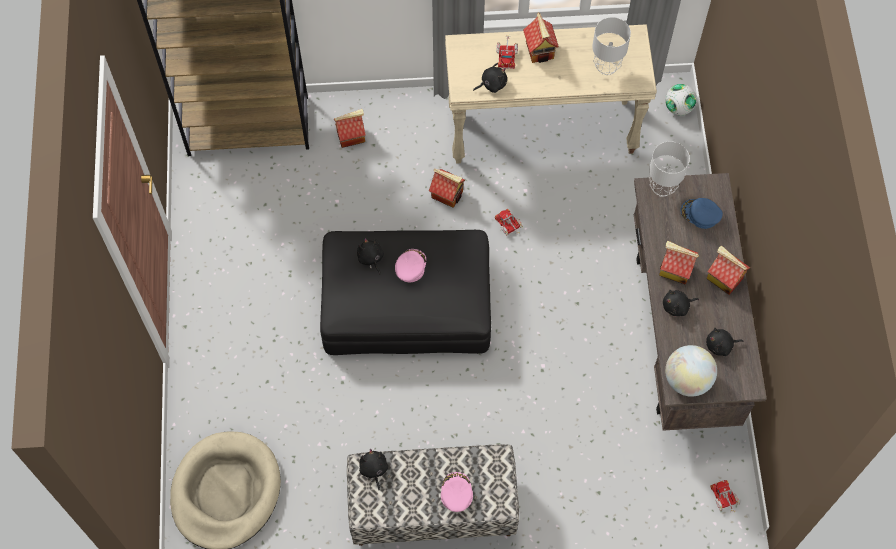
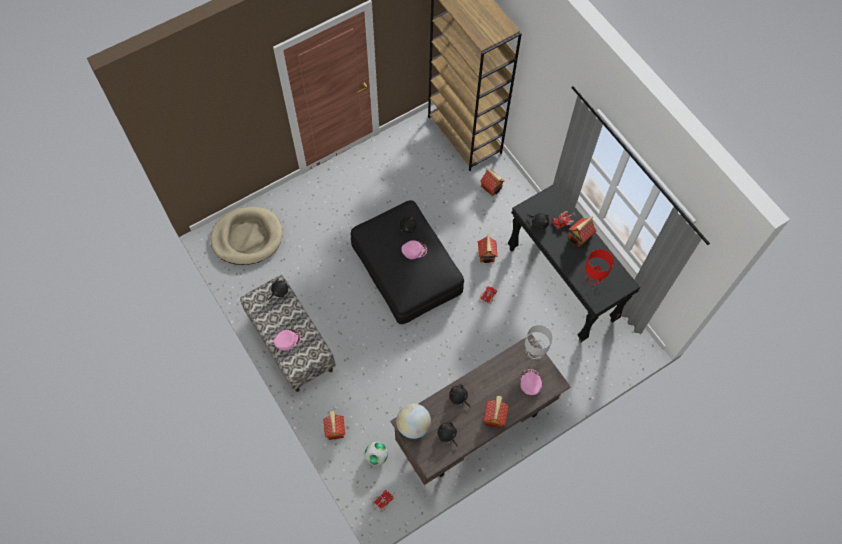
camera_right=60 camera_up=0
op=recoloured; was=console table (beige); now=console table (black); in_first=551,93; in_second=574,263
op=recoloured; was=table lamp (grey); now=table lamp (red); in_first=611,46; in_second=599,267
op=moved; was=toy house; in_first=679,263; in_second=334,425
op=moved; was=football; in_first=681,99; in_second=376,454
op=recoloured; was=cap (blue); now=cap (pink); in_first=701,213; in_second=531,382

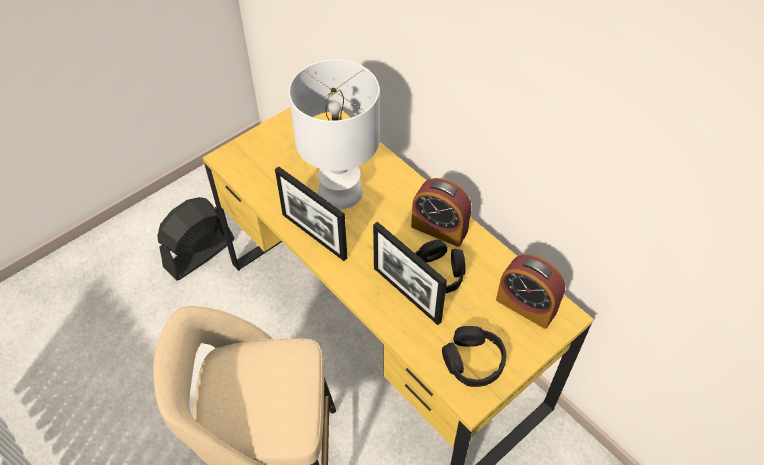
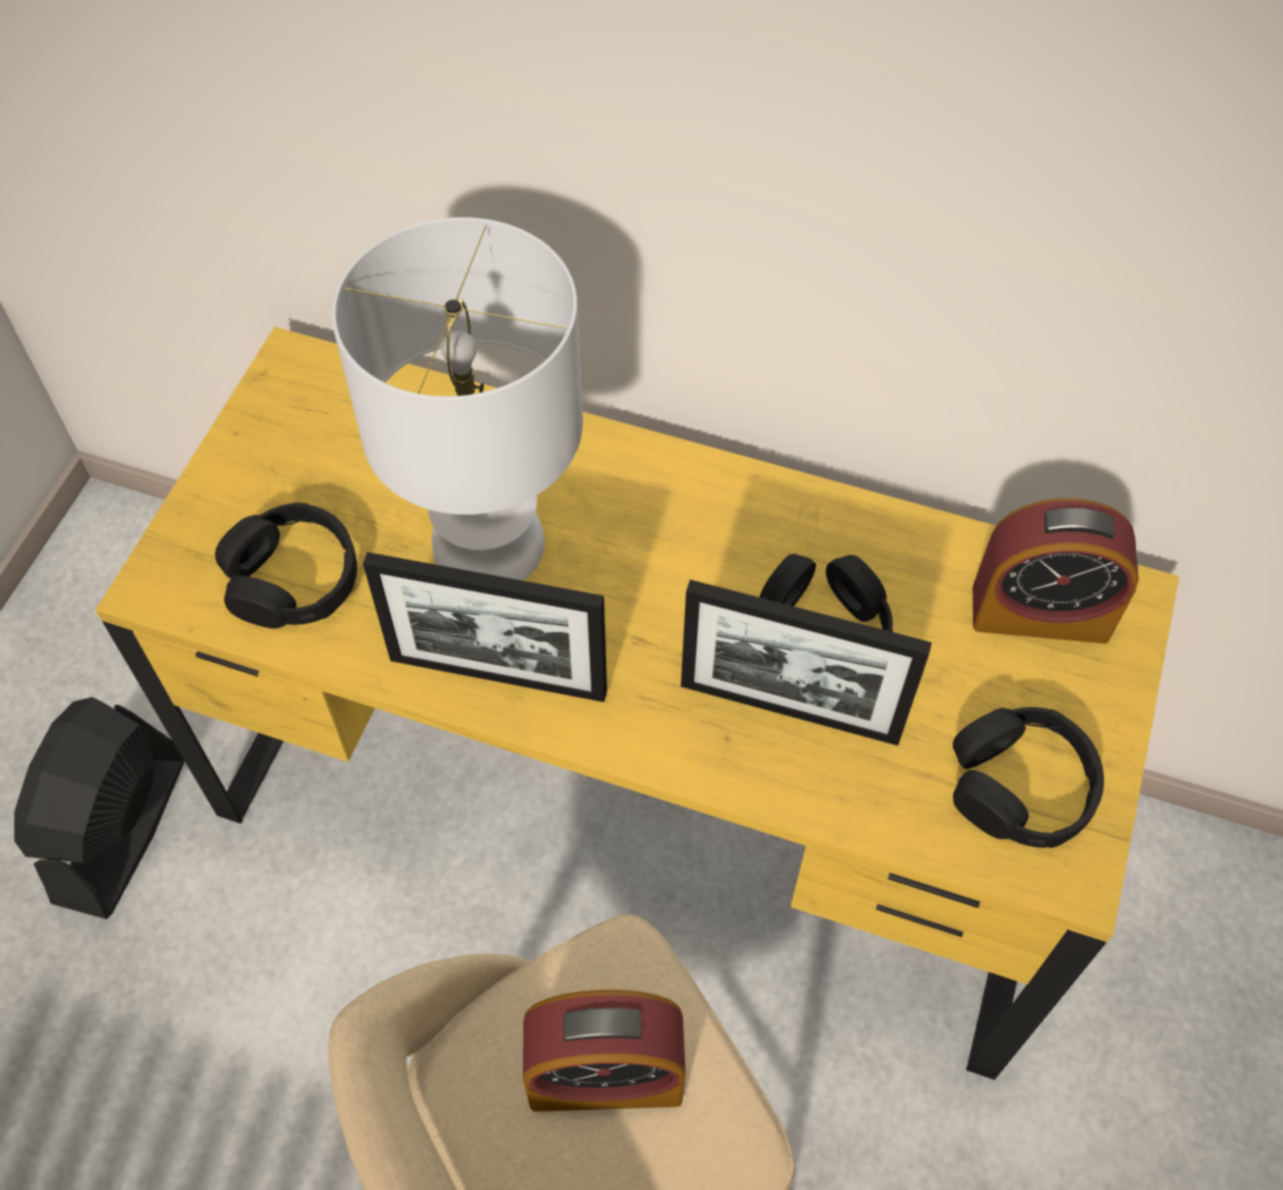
camera_right=-30 camera_up=5
op=moved; was=alarm clock; in_first=441,212; in_second=604,1051
op=added; now=headphones (black); in_second=286,565

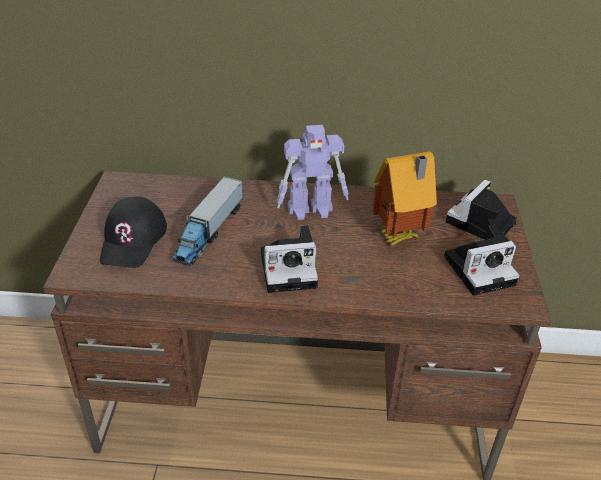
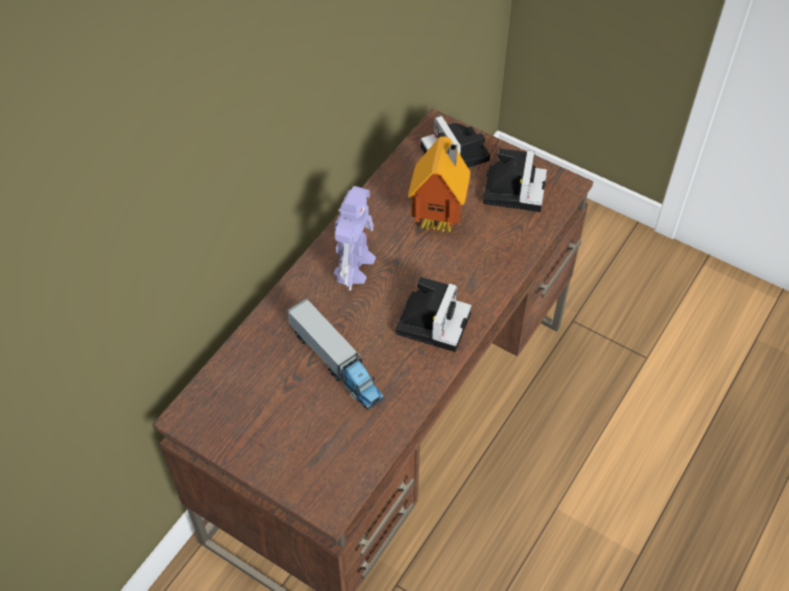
camera_right=-60 camera_up=15
op=removed; was=cap (black); in_first=133,232

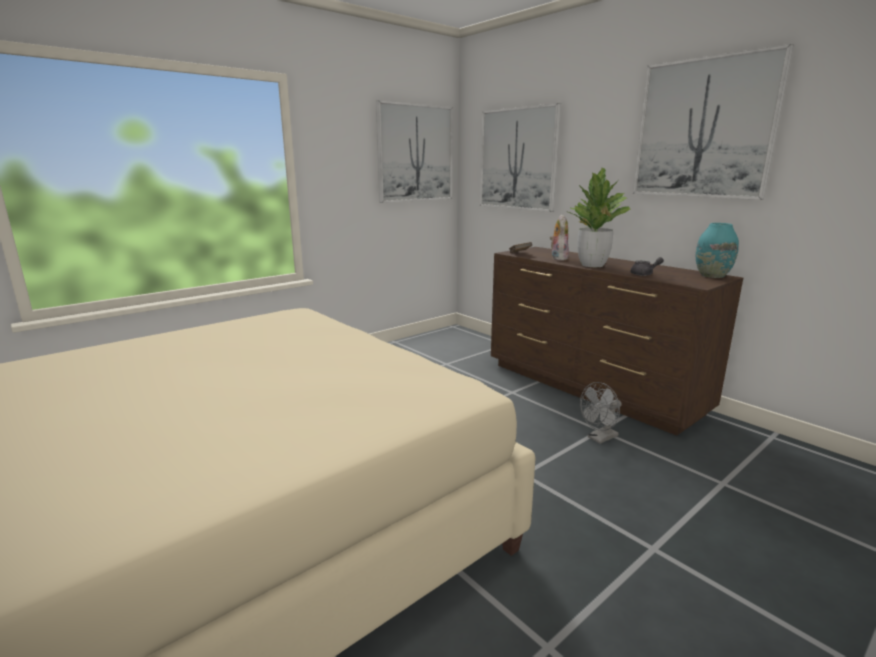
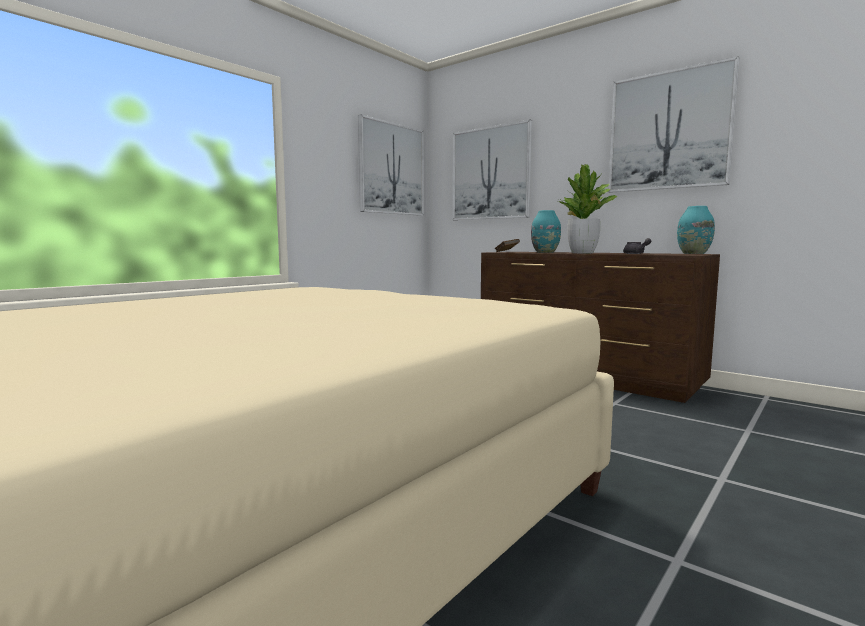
camera_right=-10 camera_up=-10
op=replaced; was=plush toy; now=vase (turquoise); in_first=559,238; in_second=546,231
op=removed; was=fan (grey); in_first=601,413

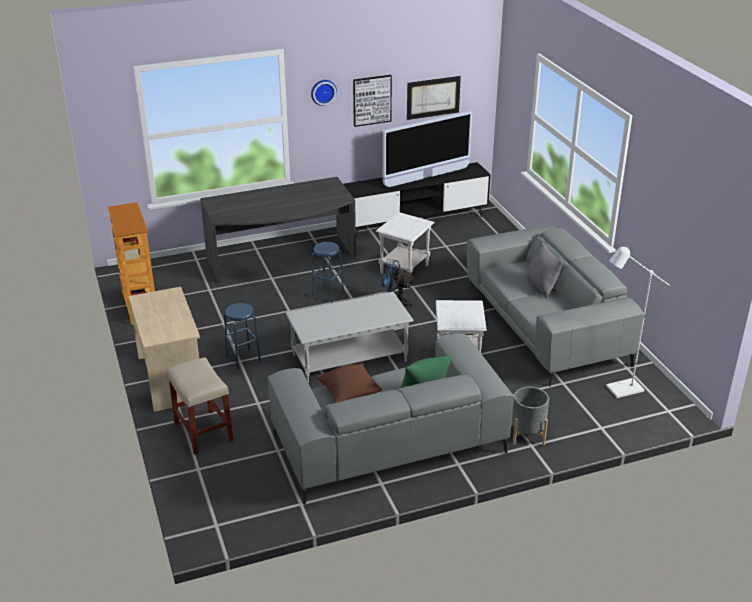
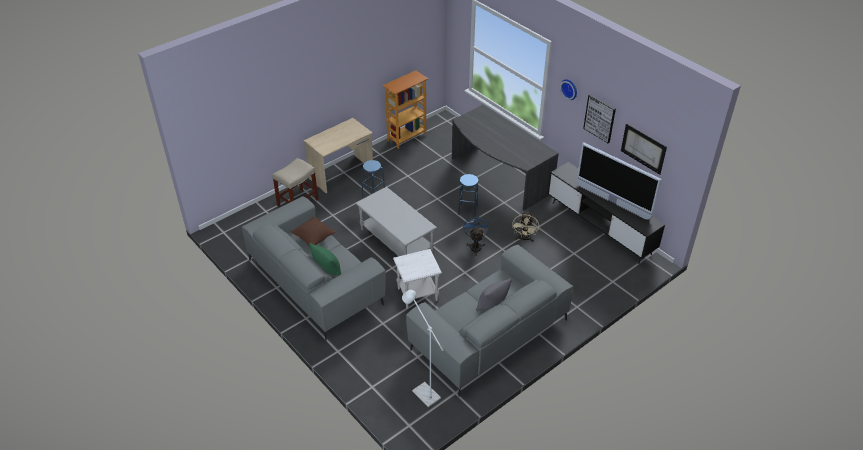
camera_right=70 camera_up=10
op=replaced; was=side table (white); now=fan (beige); in_first=405,243; in_second=525,226
op=removed; was=planter (grey); in_first=530,416

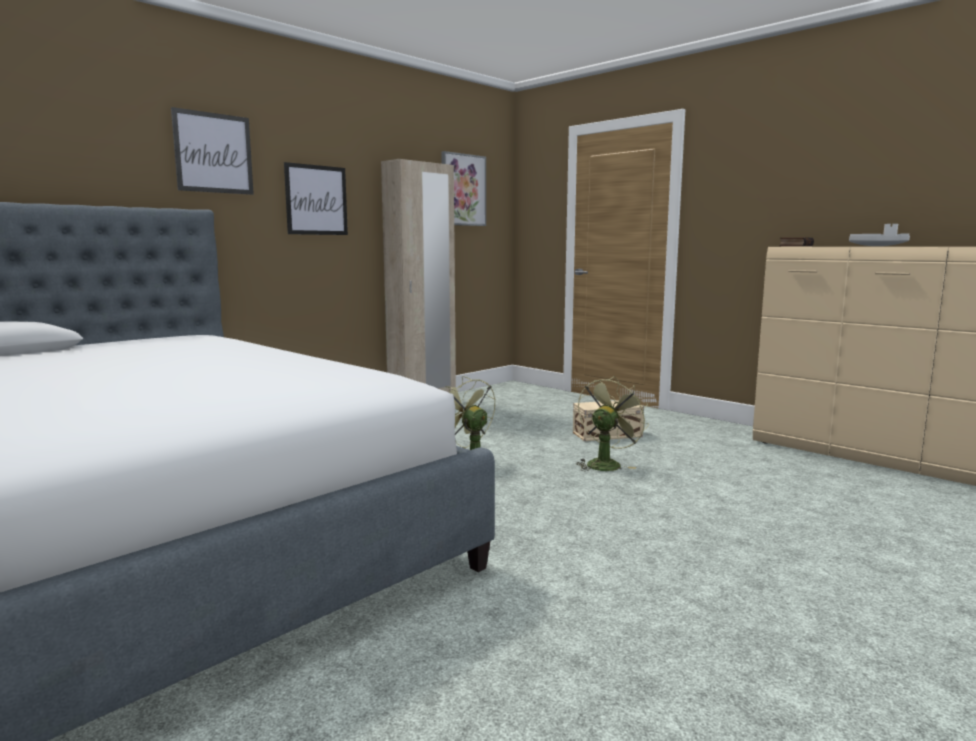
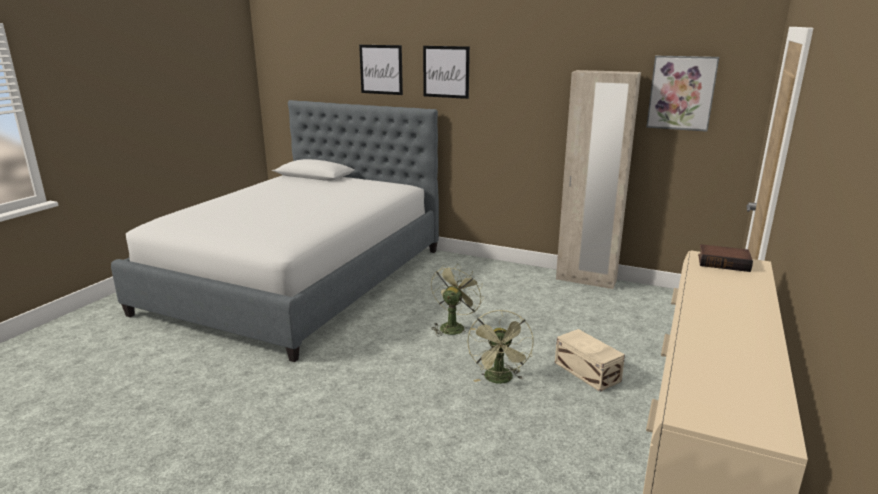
camera_right=70 camera_up=10
op=moved; was=picture; in_first=316,198; in_second=381,70
op=turned; was=fan (green); in_first=612,423; in_second=500,347; clockwise=75
op=removed; was=tray (grey); in_first=879,235

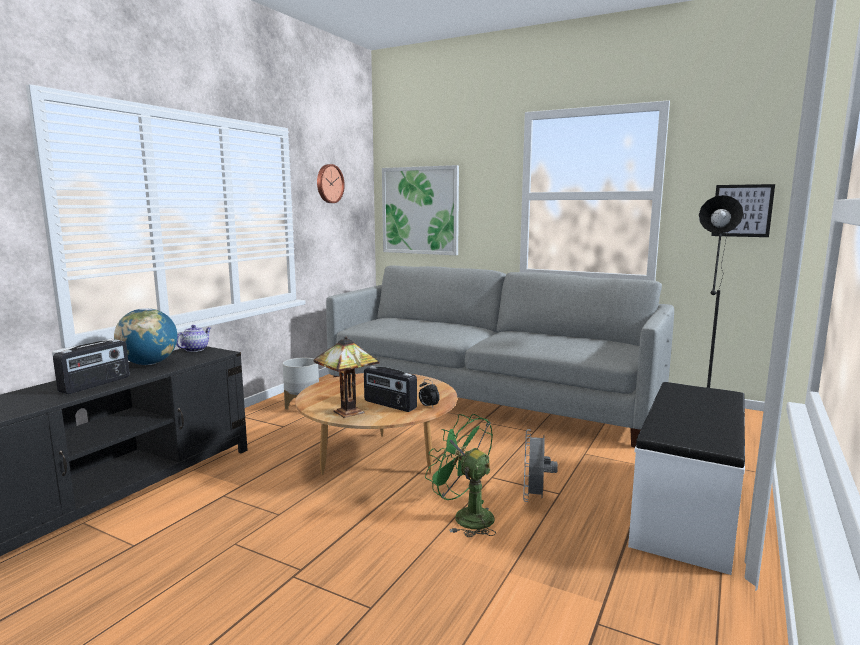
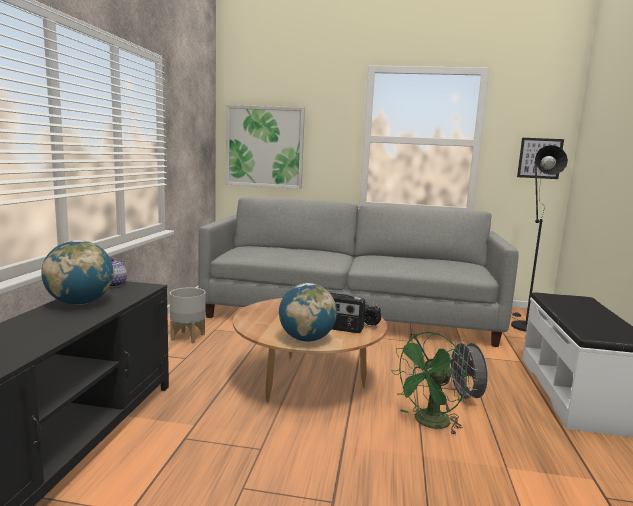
camera_right=-20 camera_up=0
op=removed; was=radio; in_first=91,366
op=replaced; was=table lamp; now=globe; in_first=347,377; in_second=308,312
op=removed; was=wall clock; in_first=331,183
op=turned; was=fan (green); in_first=460,475; in_second=429,383; clockwise=-60

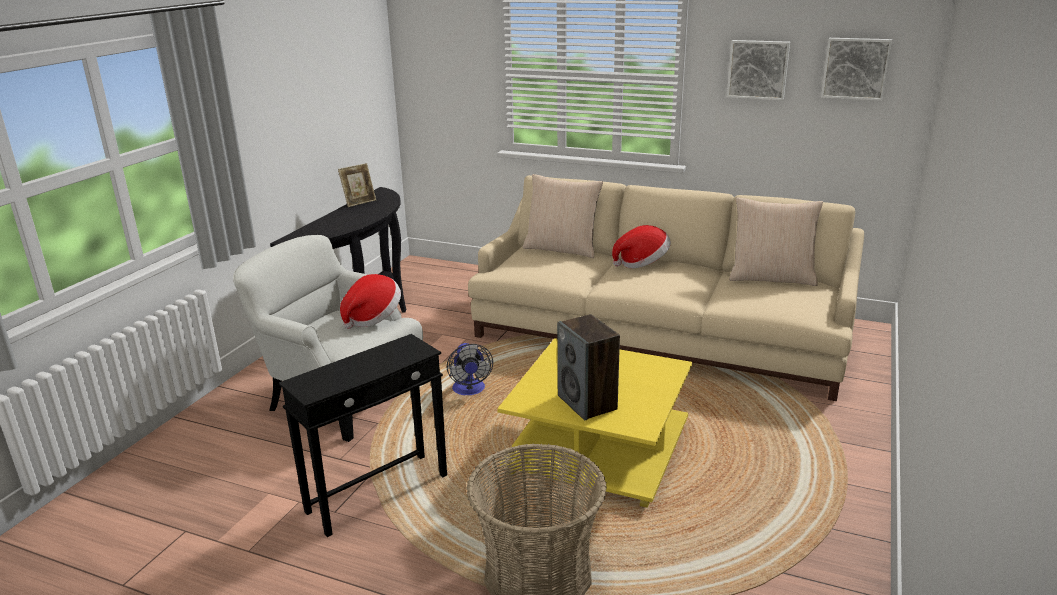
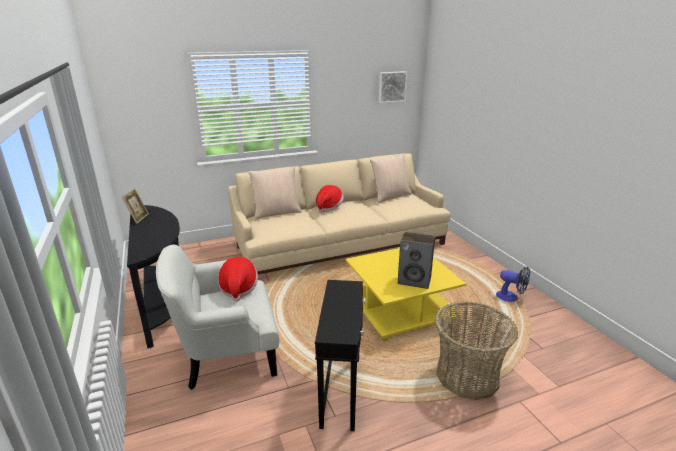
camera_right=-45 camera_up=0
op=moved; was=fan; in_first=470,369; in_second=513,284
op=removed; was=picture; in_first=758,70

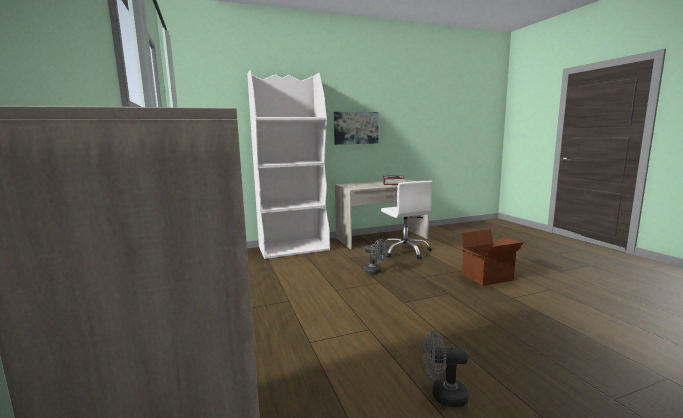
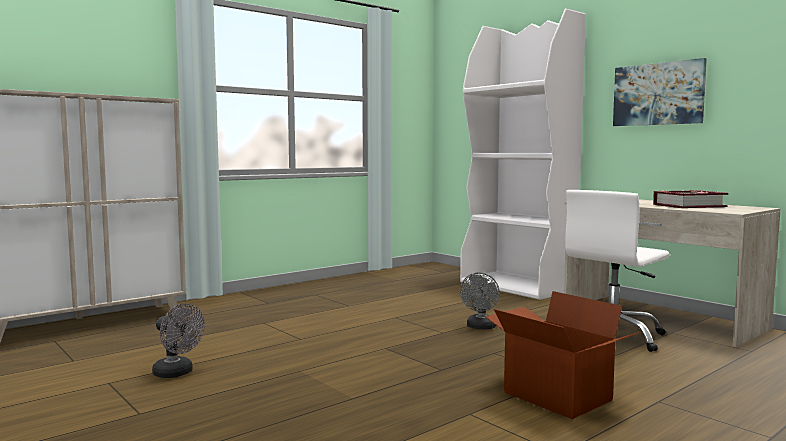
camera_right=70 camera_up=-5
op=turned; was=fan (grey); in_first=445,369; in_second=178,340; clockwise=135

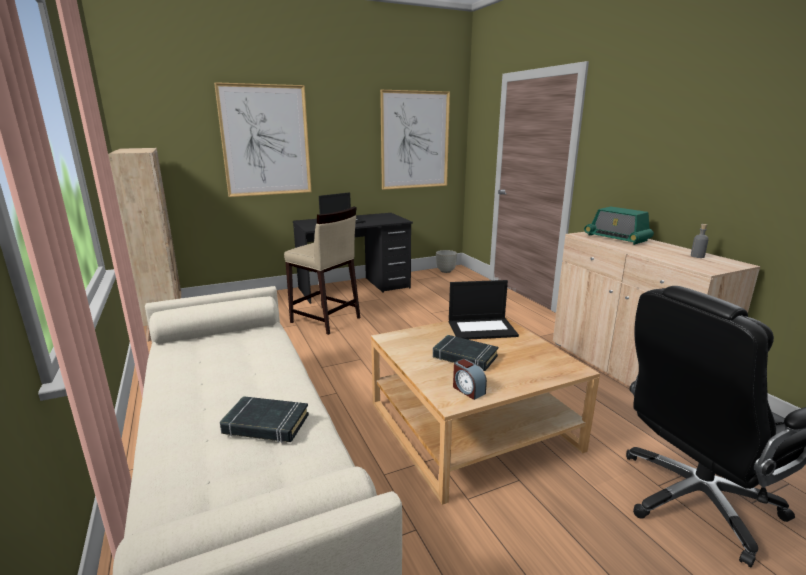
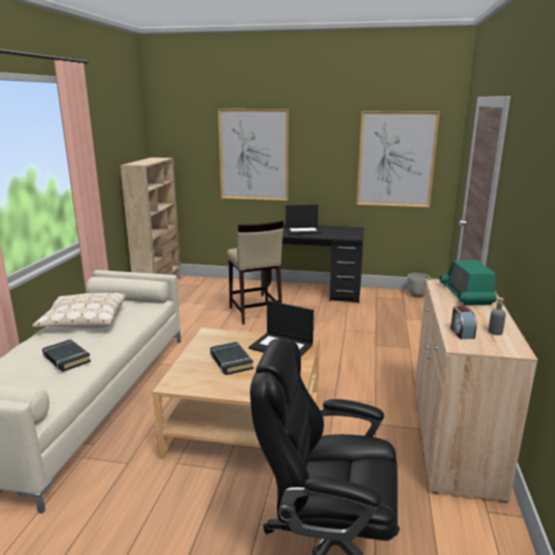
camera_right=35 camera_up=0
op=moved; was=alarm clock; in_first=470,379; in_second=464,322
op=added; now=pillow (beige); in_second=79,310

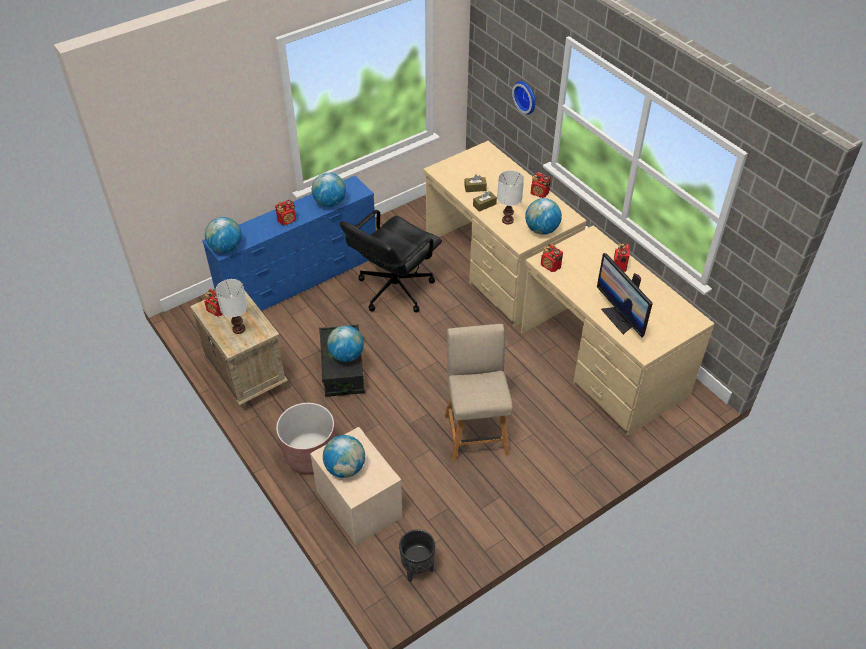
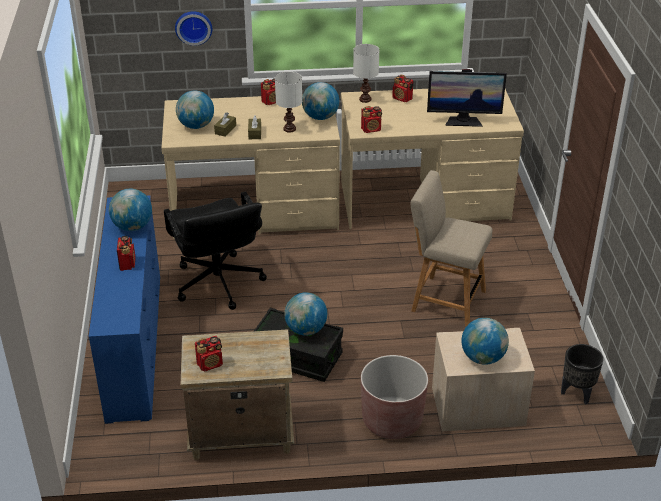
camera_right=-60 camera_up=-10
op=moved; was=globe; in_first=223,235; in_second=195,109
op=moved; was=table lamp (white); in_first=232,306; in_second=366,73

